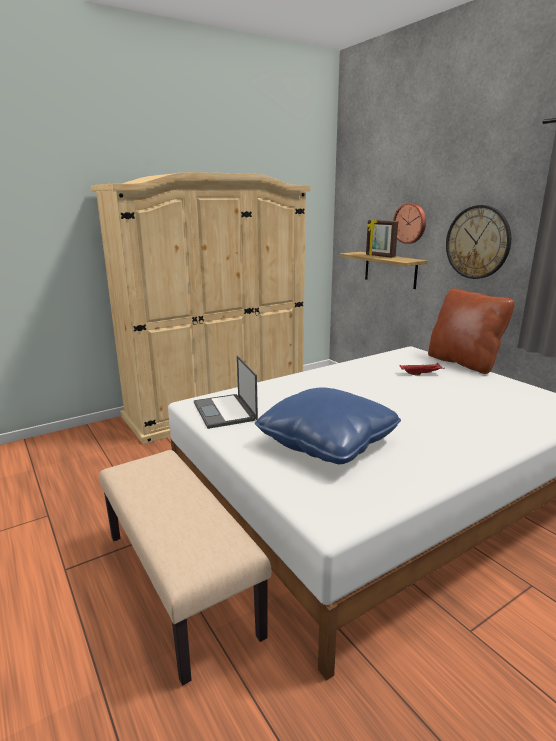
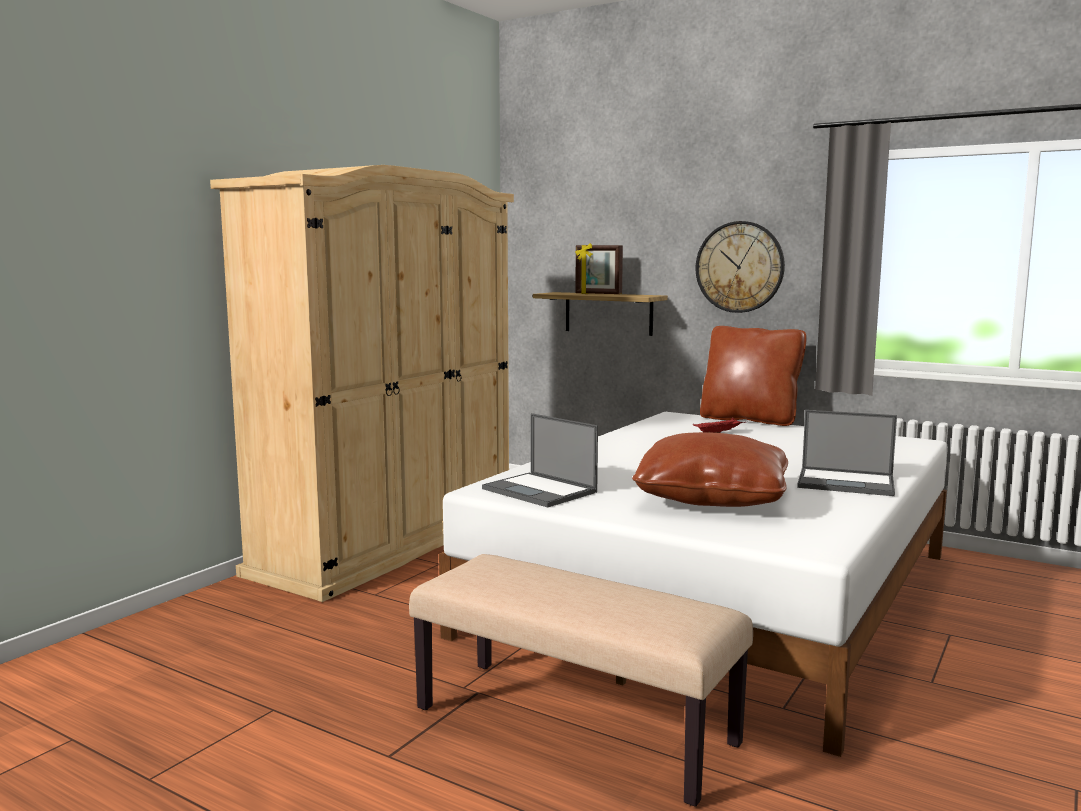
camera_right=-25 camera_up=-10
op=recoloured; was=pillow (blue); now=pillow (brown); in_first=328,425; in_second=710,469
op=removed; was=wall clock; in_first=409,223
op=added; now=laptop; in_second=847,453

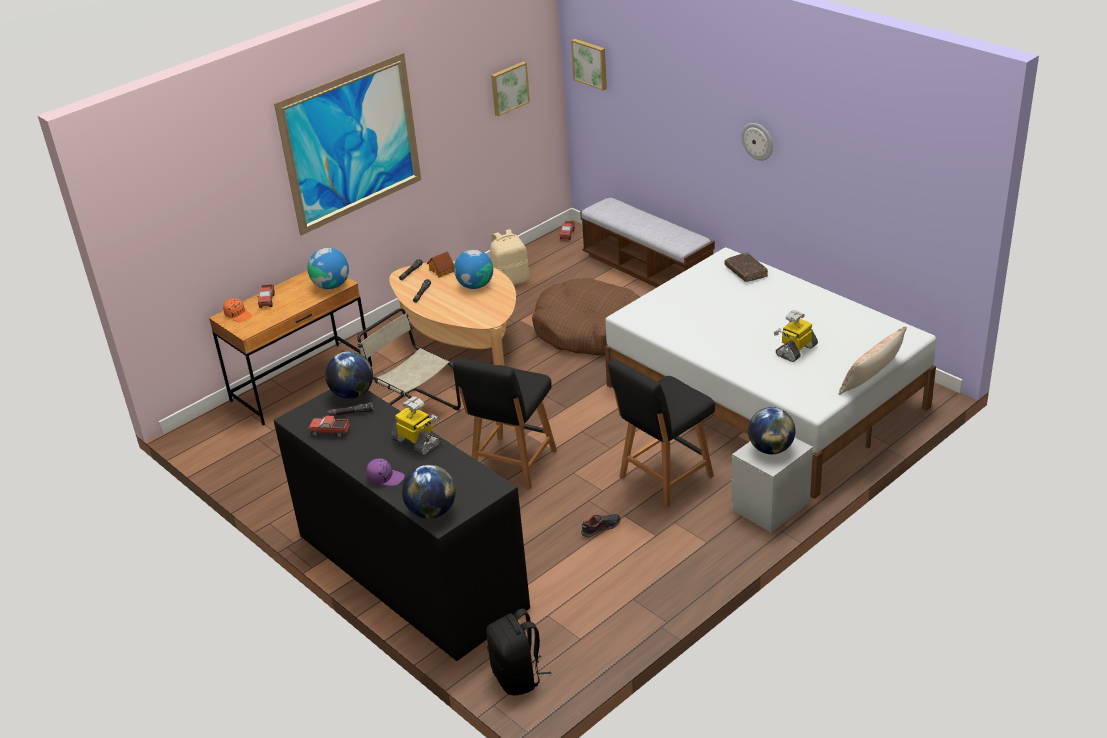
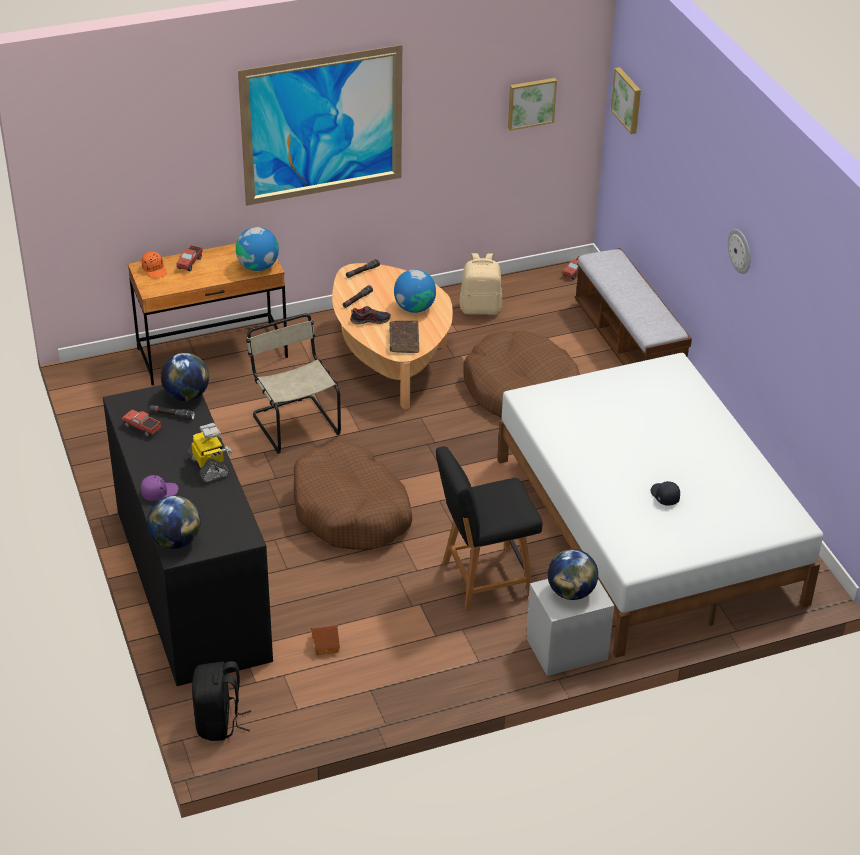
camera_right=20 camera_up=5
op=turned; was=cap (purple); in_first=385,472; in_second=159,488; clockwise=-60
op=moved; was=toy house; in_first=440,264; in_second=325,640
op=replaced; was=chair (black); now=dog bed (brown); in_first=505,423; in_second=353,495
op=moved; was=shoe; in_first=601,525; in_second=370,315
op=moved; was=book (brown); in_first=746,267; in_second=404,337
op=replaced; was=toy robot; now=cap (black); in_first=796,336; in_second=665,493
op=removed; was=pillow; in_first=873,360

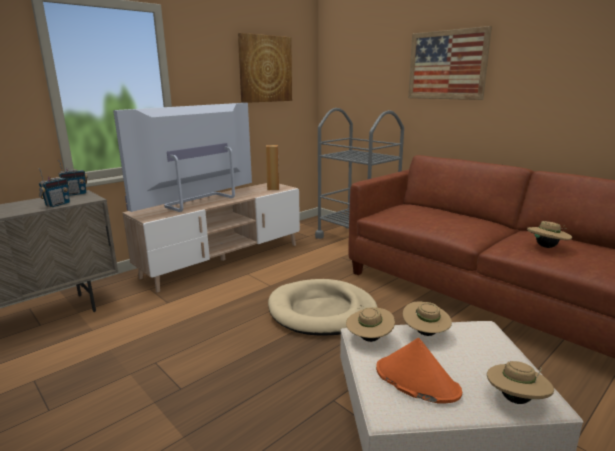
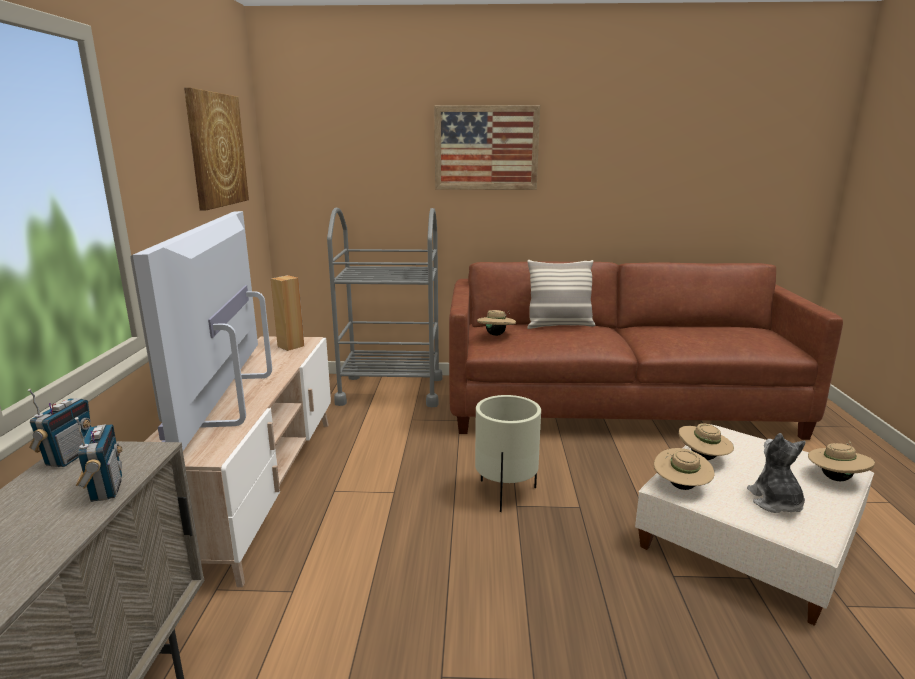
camera_right=-45 camera_up=0
op=replaced; was=dog bed (beige); now=planter (beige); in_first=323,307; in_second=508,453
op=replaced; was=hat (orange); now=plush toy; in_first=419,370; in_second=776,473
op=moved; was=hat (beige); in_first=549,234; in_second=496,323
op=added; now=pillow; in_second=561,294

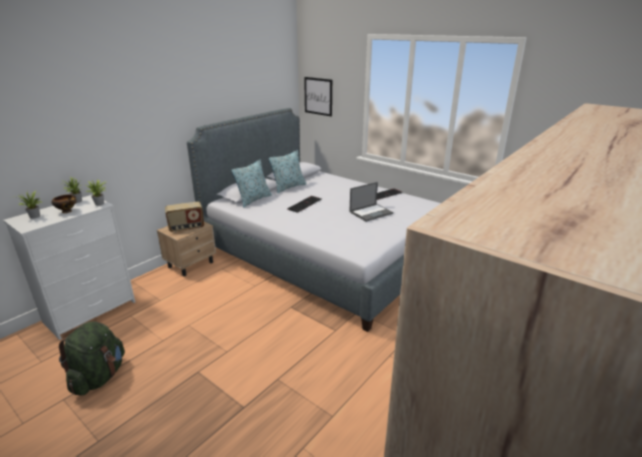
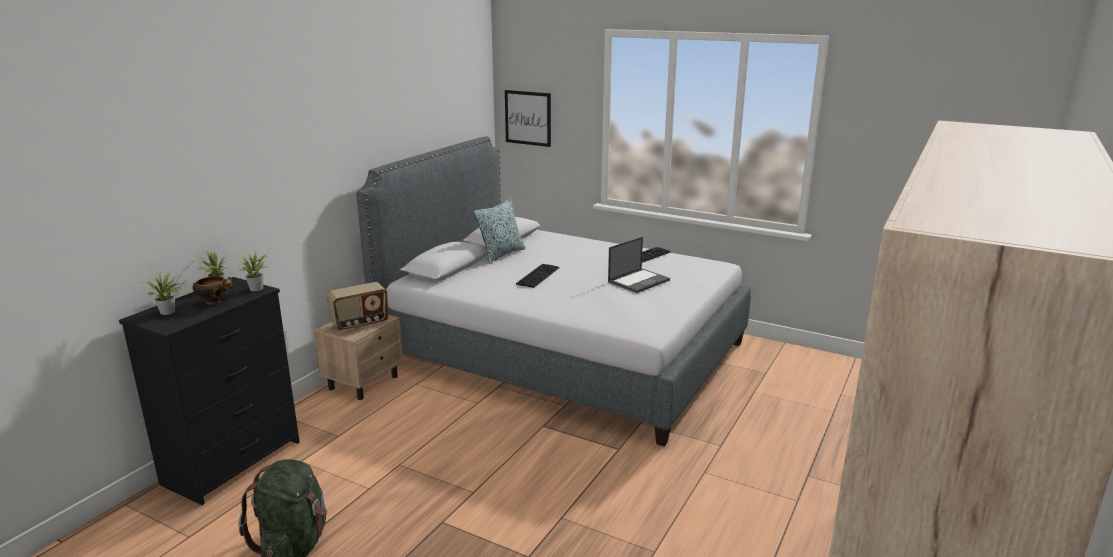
camera_right=-10 camera_up=-5
op=recoloured; was=dresser (white); now=dresser (black); in_first=69,267; in_second=209,391
op=removed; was=pillow; in_first=251,184

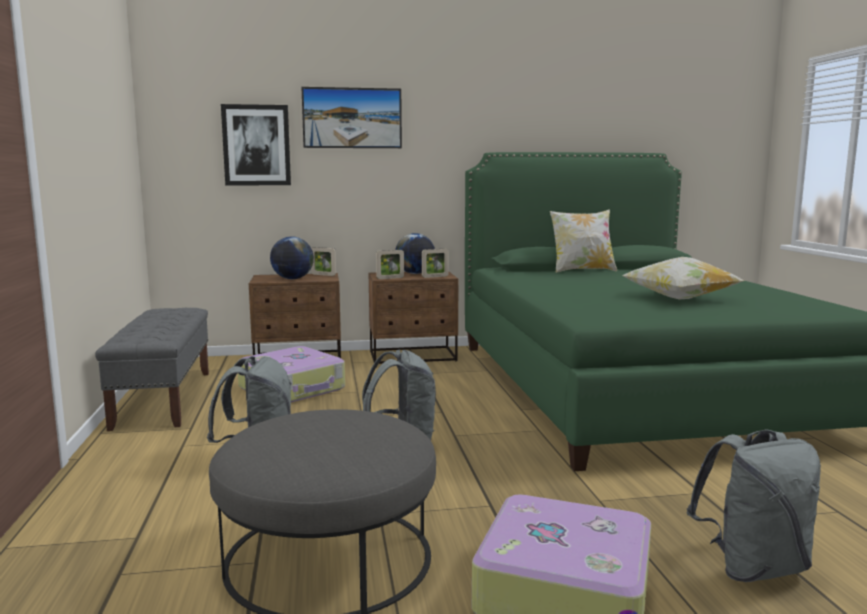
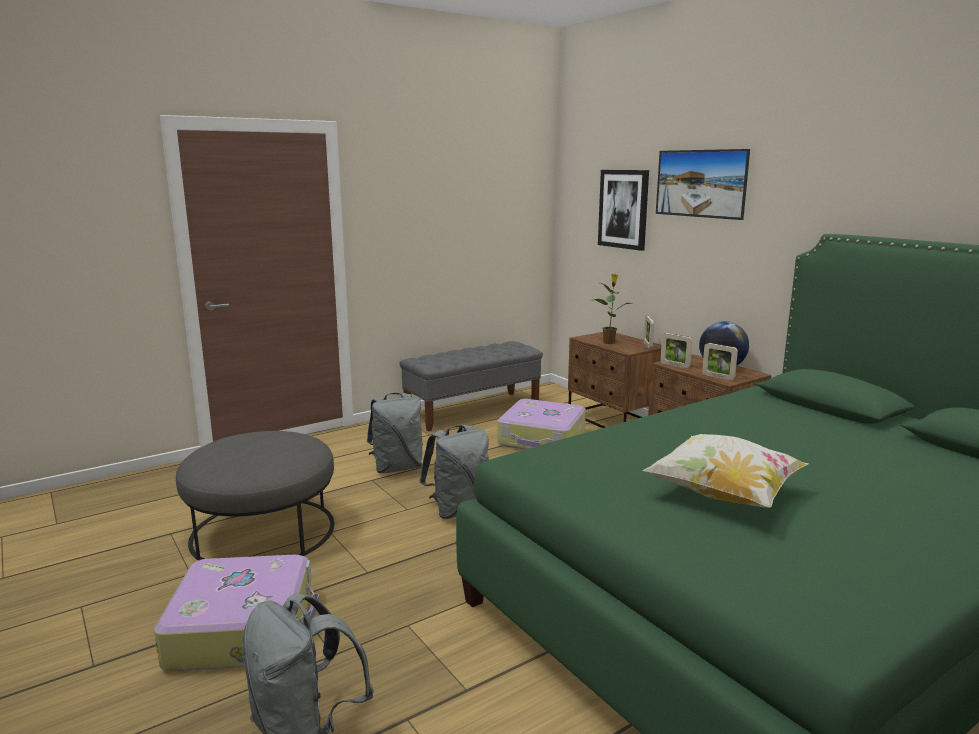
camera_right=65 camera_up=5
op=replaced; was=globe; now=potted plant; in_first=292,258; in_second=613,309
op=removed; was=pillow; in_first=583,241

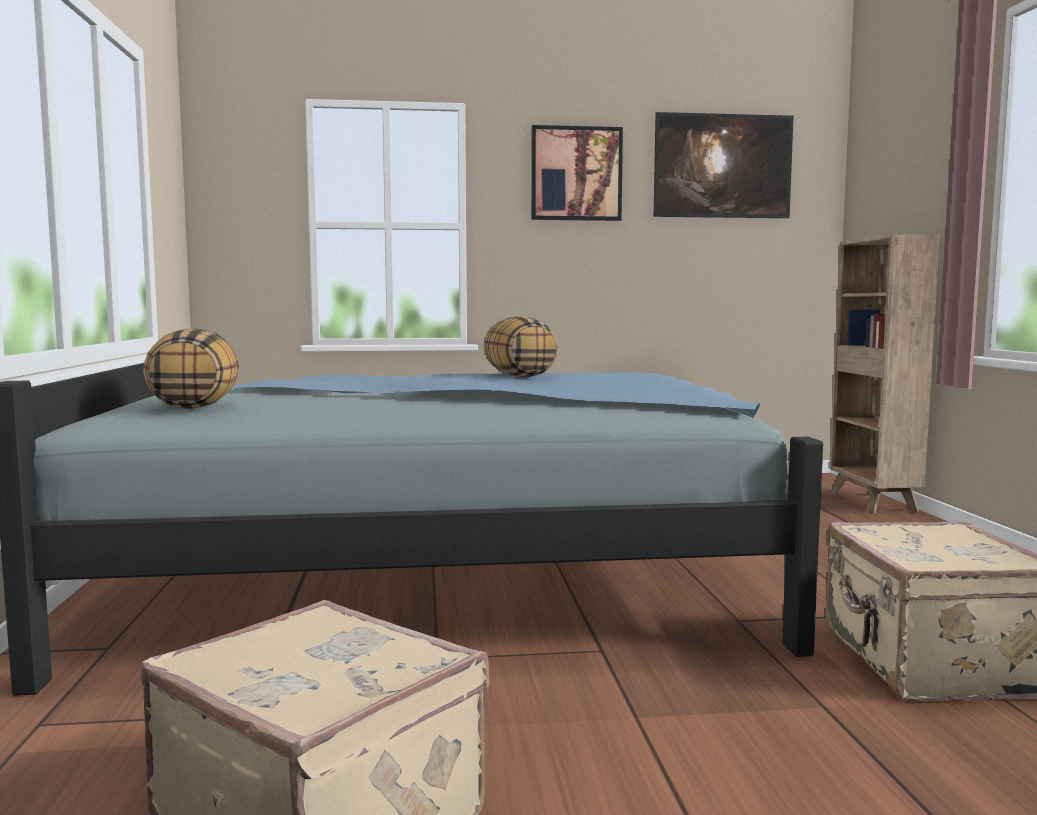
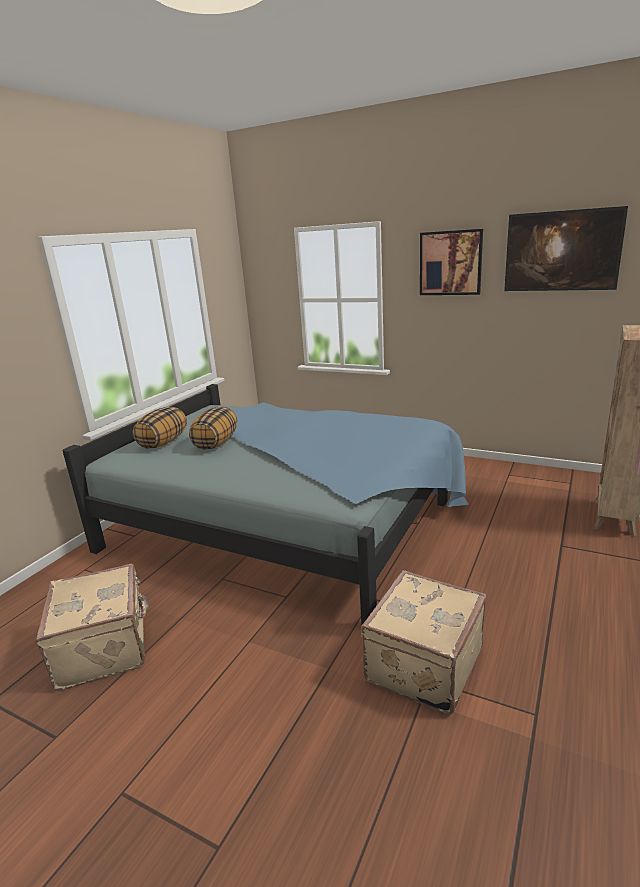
camera_right=35 camera_up=15
op=moved; was=pillow; in_first=520,347; in_second=213,428

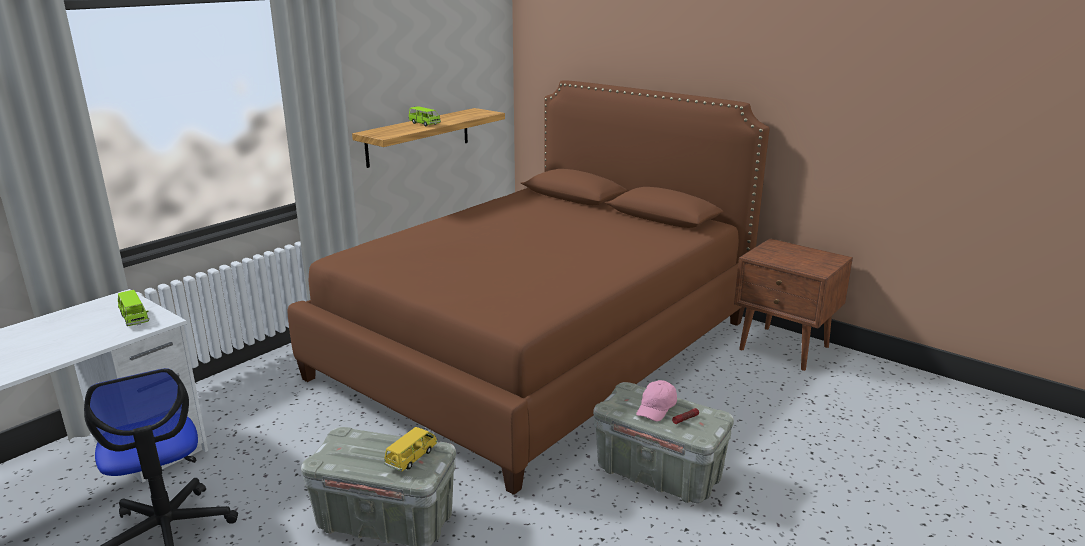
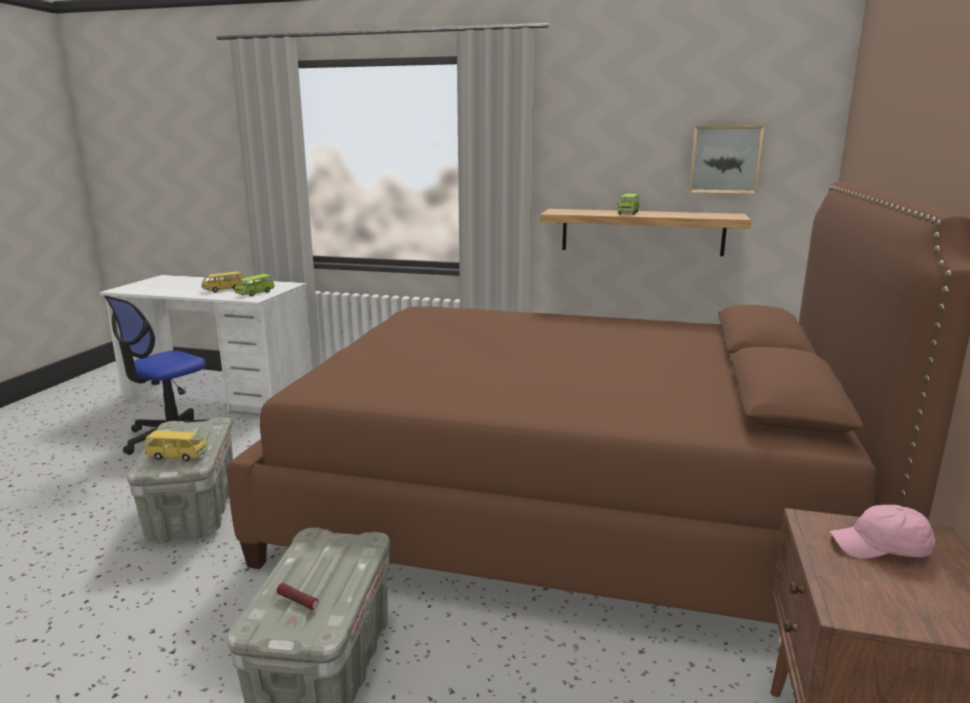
camera_right=65 camera_up=-5
op=moved; was=cap (pink); in_first=656,401; in_second=882,532
op=added; now=toy car (yellow); in_second=222,281
op=added; now=picture; in_second=726,160

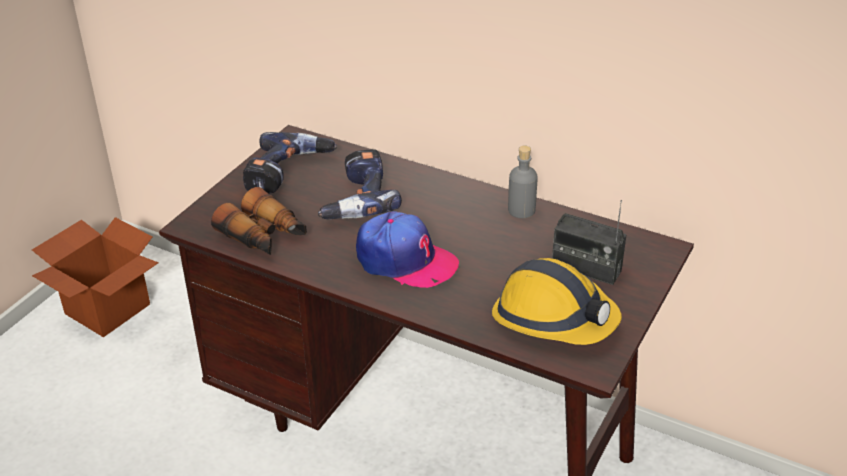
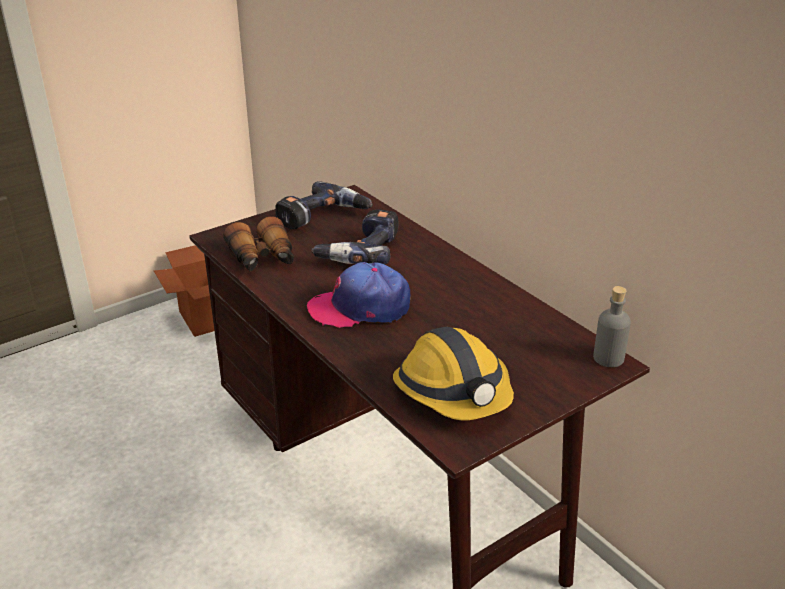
camera_right=25 camera_up=-5
op=turned; was=cap; in_first=407,249; in_second=358,295; clockwise=120
op=moved; was=bottle (grey); in_first=523,181; in_second=612,326
op=removed; was=radio; in_first=589,242

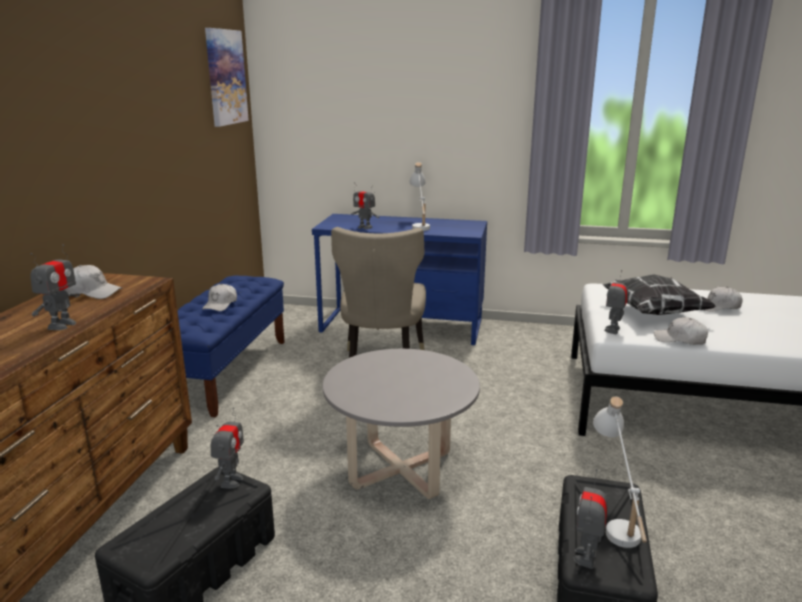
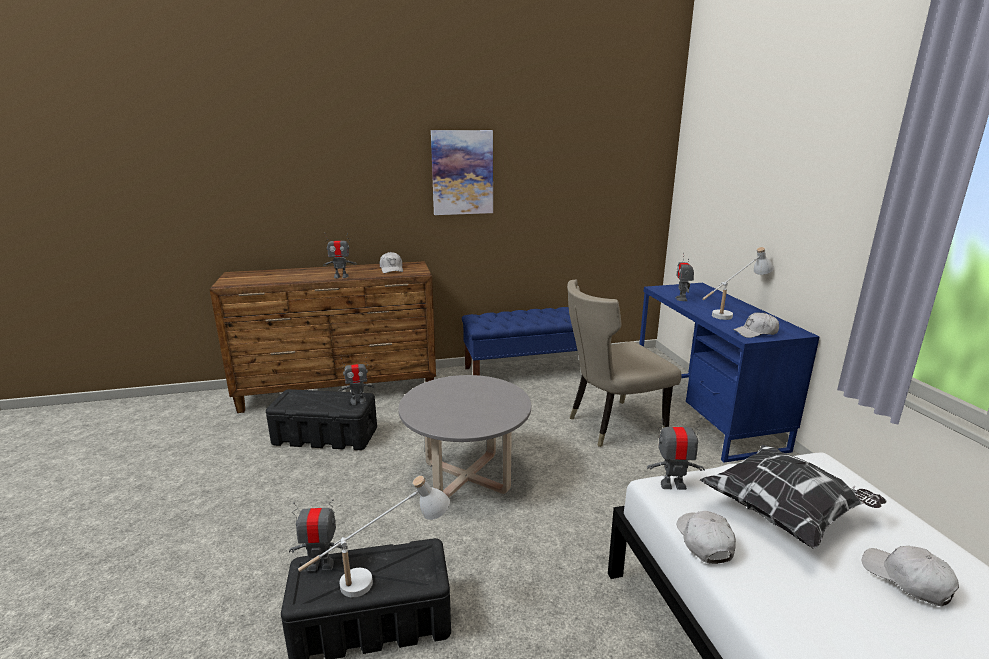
camera_right=65 camera_up=0
op=moved; was=cap (white); in_first=219,297; in_second=756,325
op=moved; was=picture; in_first=227,77; in_second=462,172

